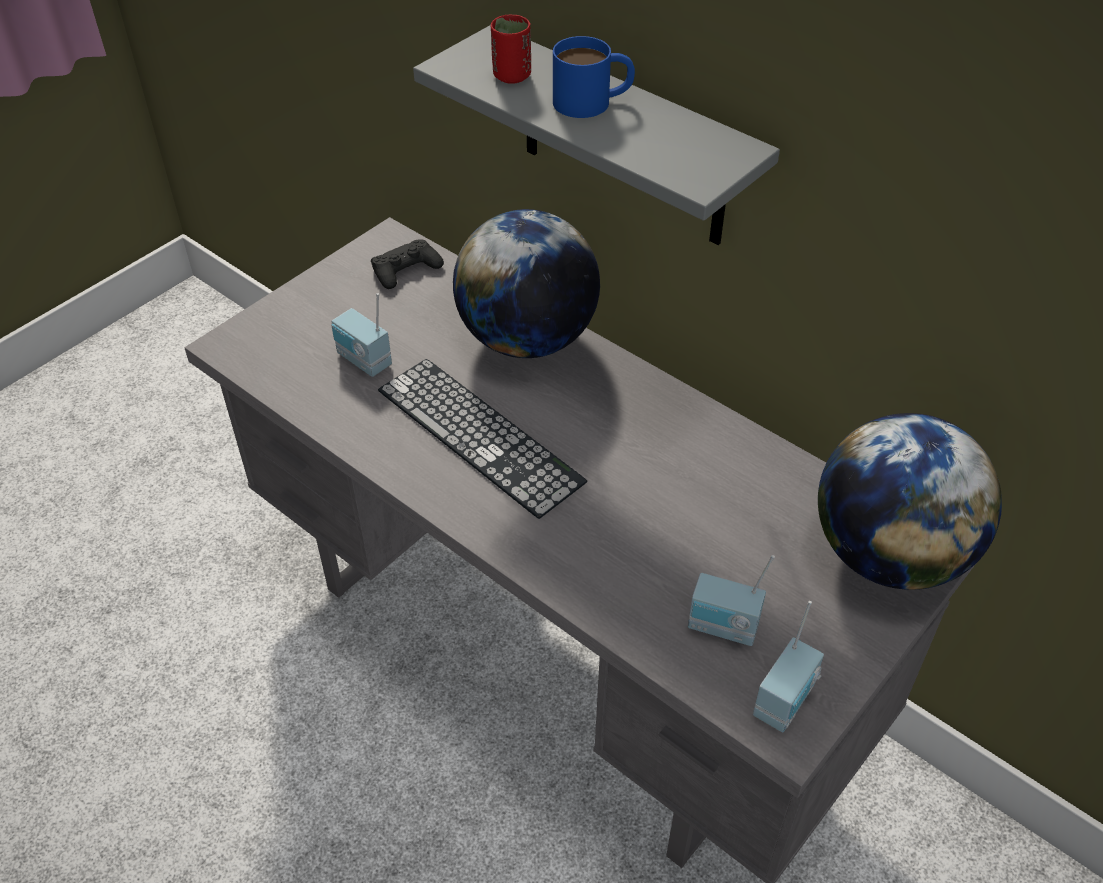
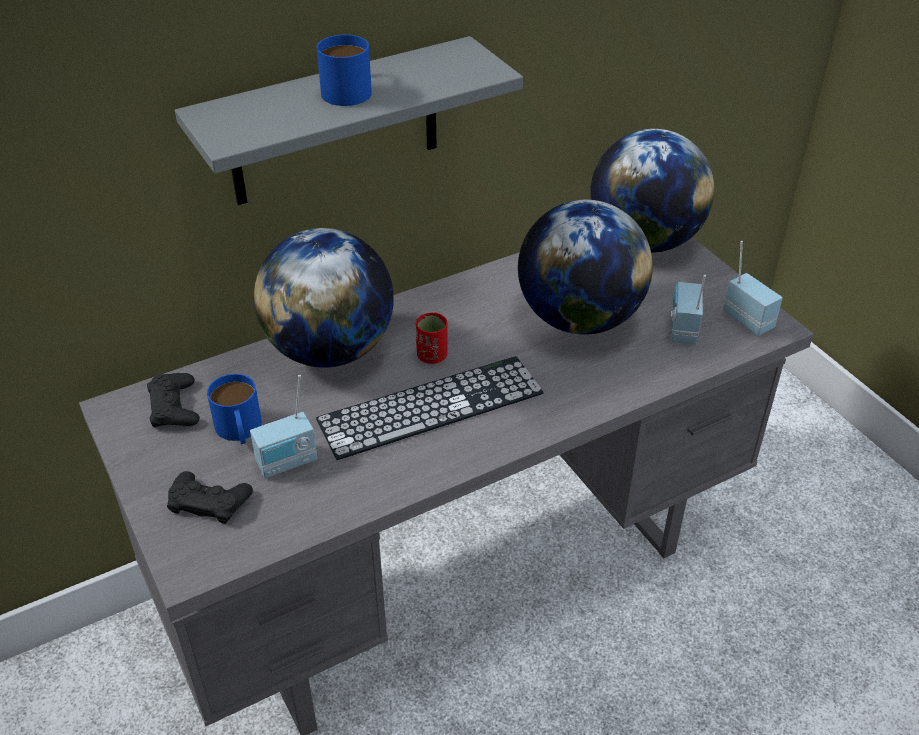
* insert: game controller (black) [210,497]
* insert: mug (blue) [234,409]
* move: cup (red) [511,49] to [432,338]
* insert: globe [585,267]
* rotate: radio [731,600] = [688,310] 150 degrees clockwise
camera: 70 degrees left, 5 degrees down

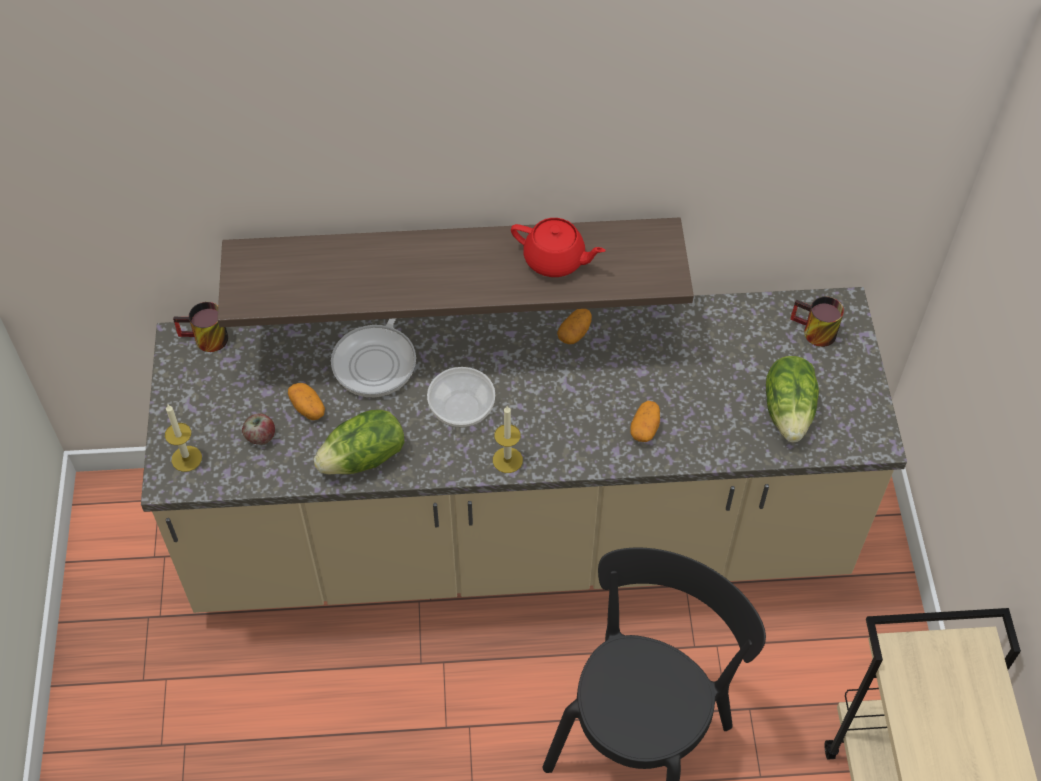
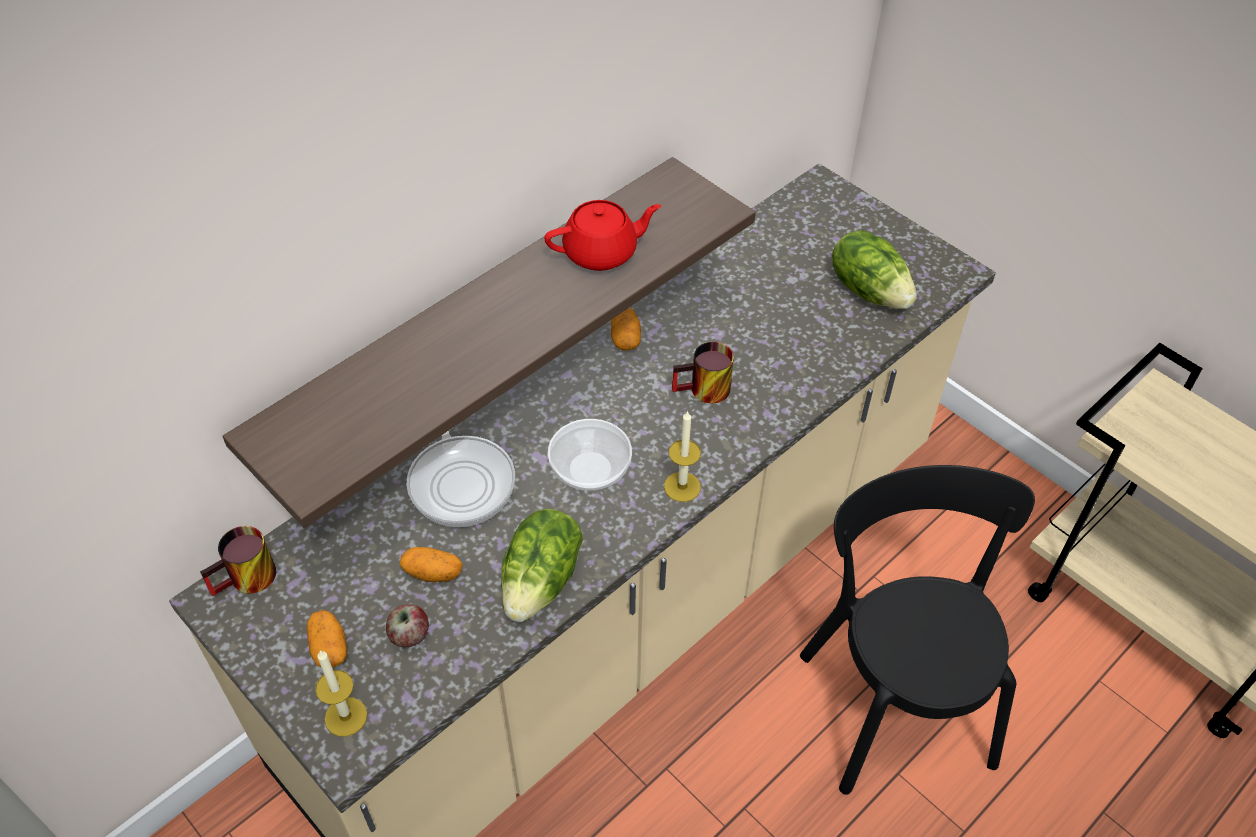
* move: potato [645,421] to [327,639]
* move: mug [817,322] to [703,372]
camera: 40 degrees left, 5 degrees down

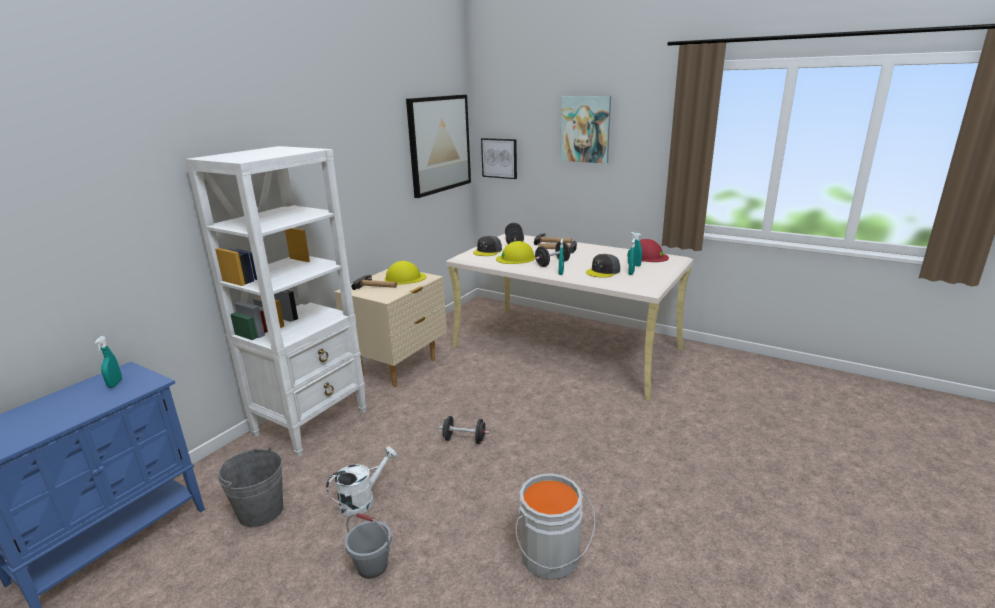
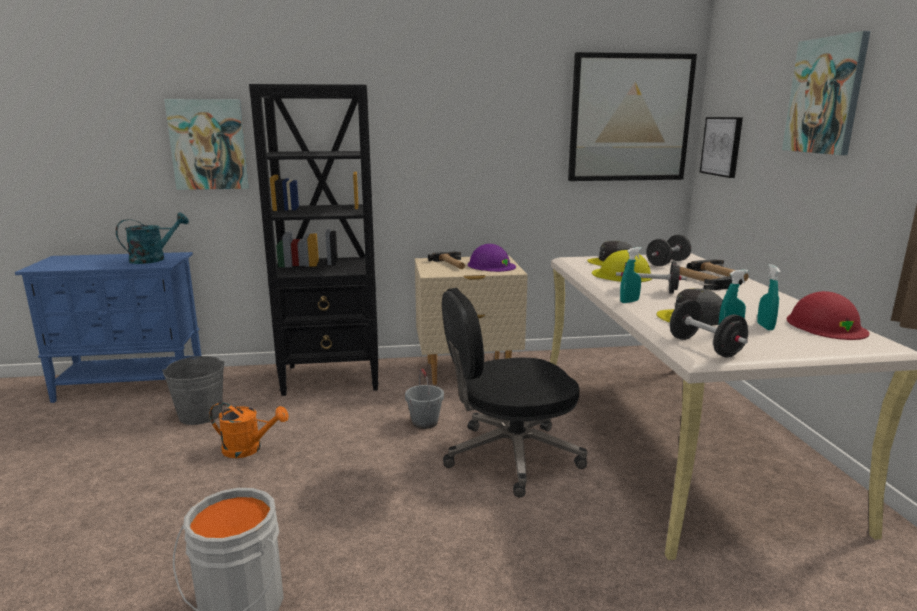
* replace: spray bottle (turquoise) [108,362] to watering can (turquoise) [152,238]
* insert: picture [206,144]
* recolor: watering can (white) [361,481] to watering can (orange) [249,430]
* recolor: bookcase (white) [275,301] to bookcase (black) [314,240]
* move: bucket (grey) [368,546] to [424,398]
* insert: office chair (black) [514,392]
* recolor: hard hat (yellow) [405,272] to hard hat (purple) [492,258]
* move: dumbbell (black) [464,430] to [709,329]
camera: 50 degrees right, 5 degrees down

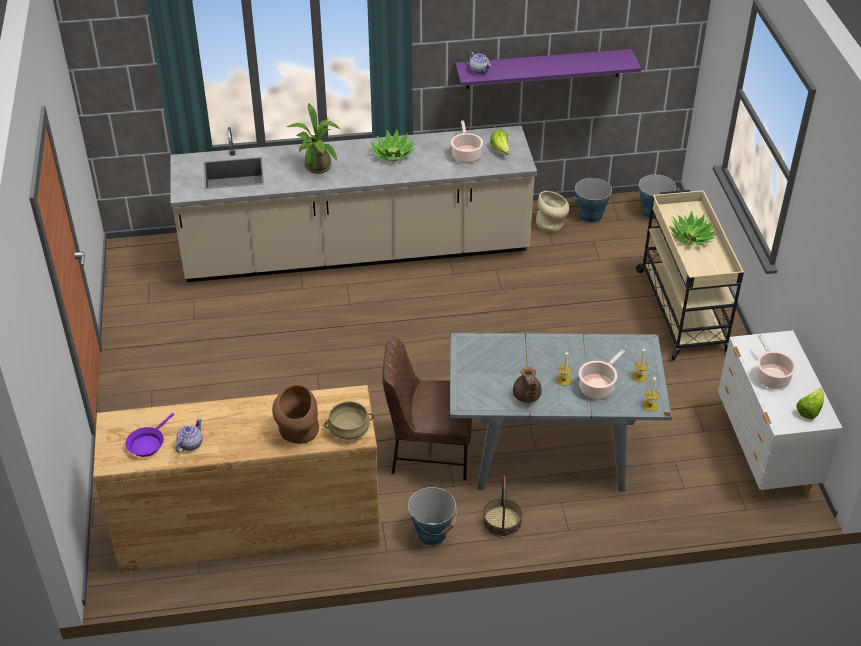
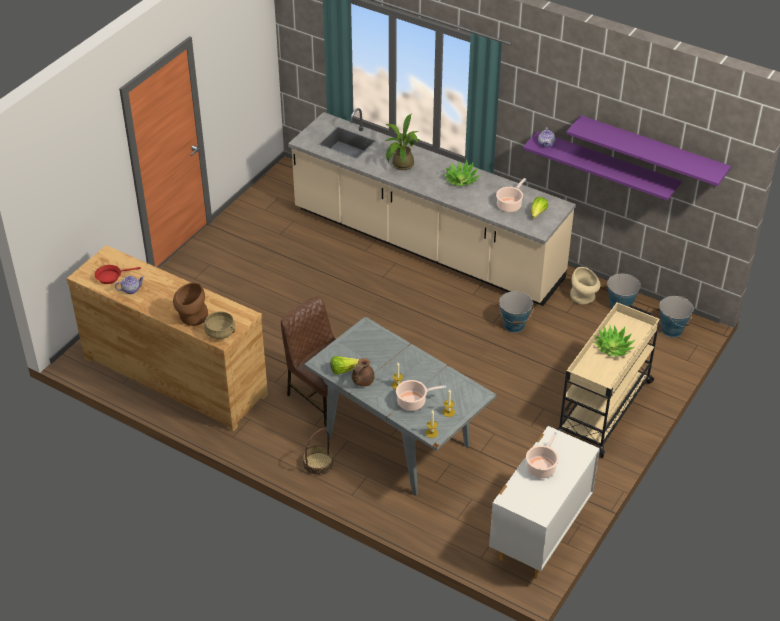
* recolor: frying pan (purple) [150,435] to frying pan (red) [117,274]
* move: lettuce [810,403] to [344,365]
* move: bucket [432,516] to [516,312]
* insert: shelf (purple) [648,150]
camera: 40 degrees right, 0 degrees up

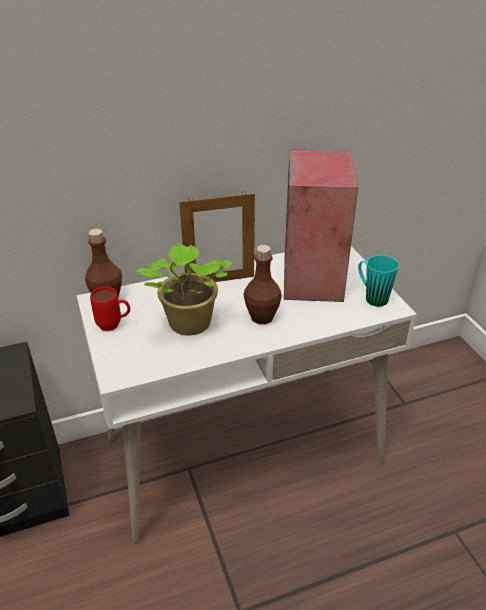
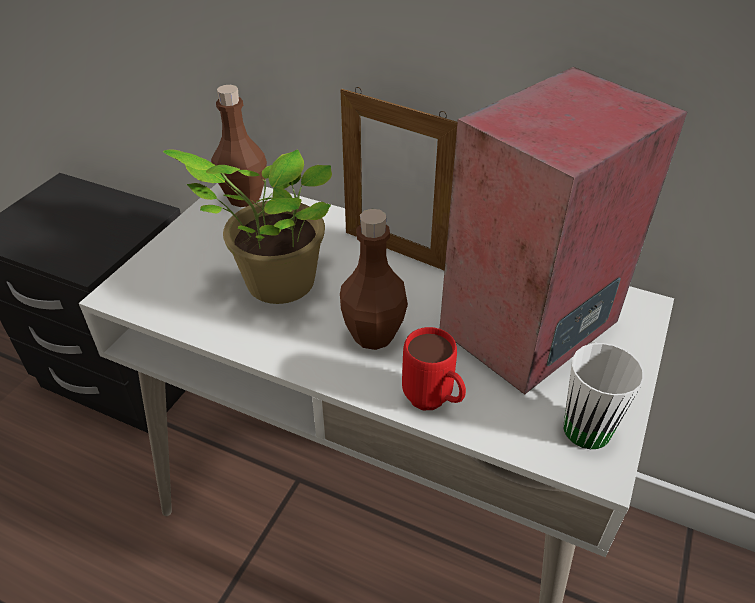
* move: mug (red) [110,309] to [434,368]
* recolor: mug (turquoise) [378,281] to mug (white) [603,395]
camera: 45 degrees right, 5 degrees up

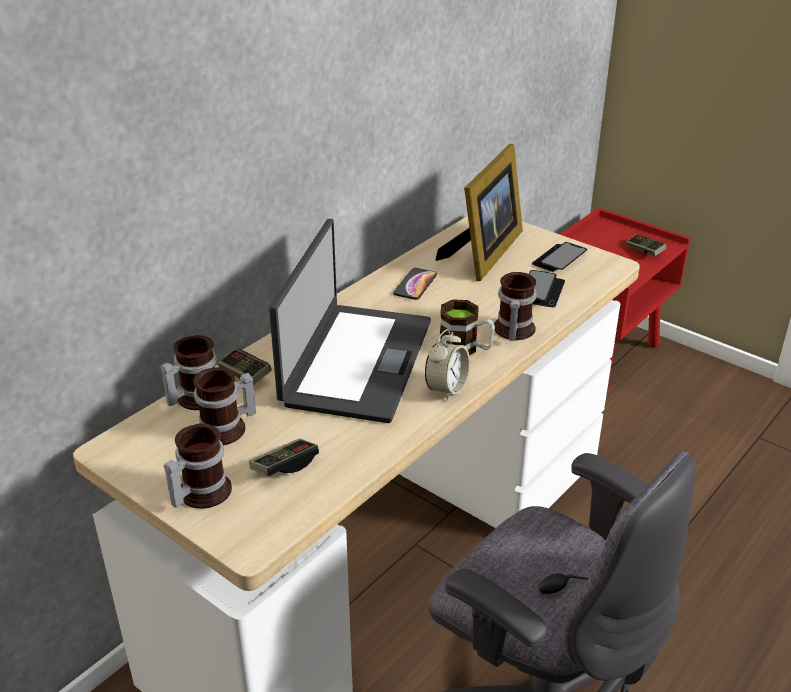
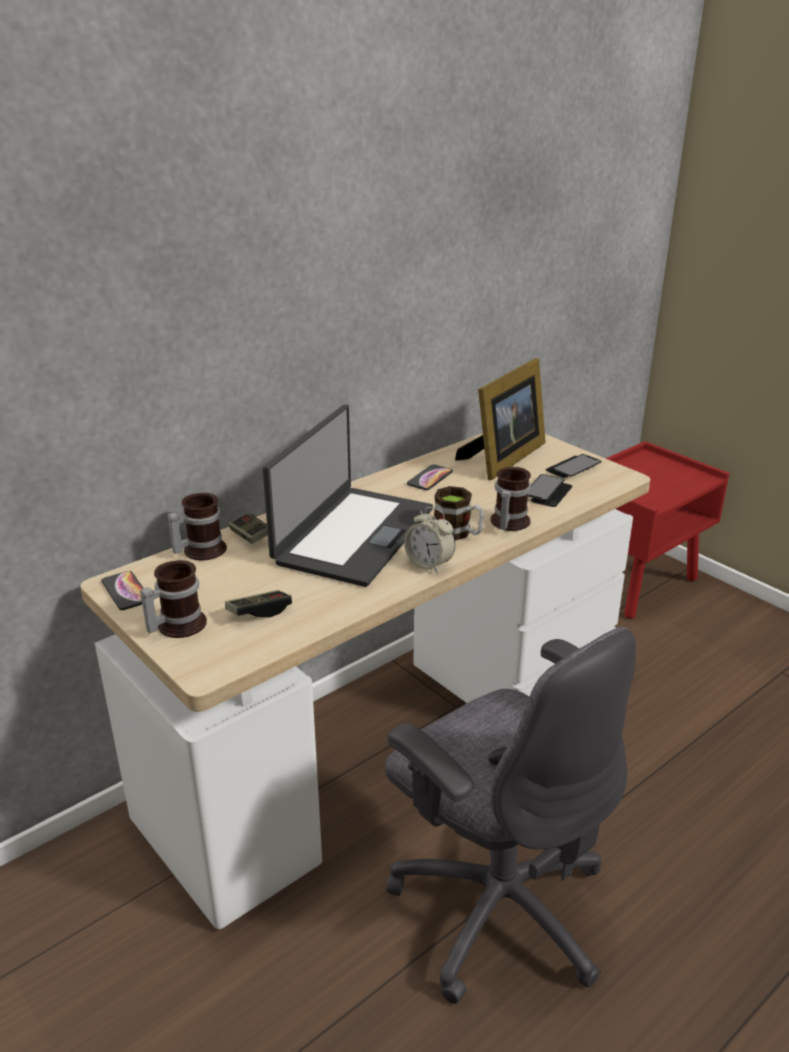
* insert: phone [122,590]
* rotate: alarm clock [447,365] = [429,540] 90 degrees clockwise
* delete: mug [224,406]
* delete: game controller [646,245]
camera: 10 degrees right, 5 degrees down

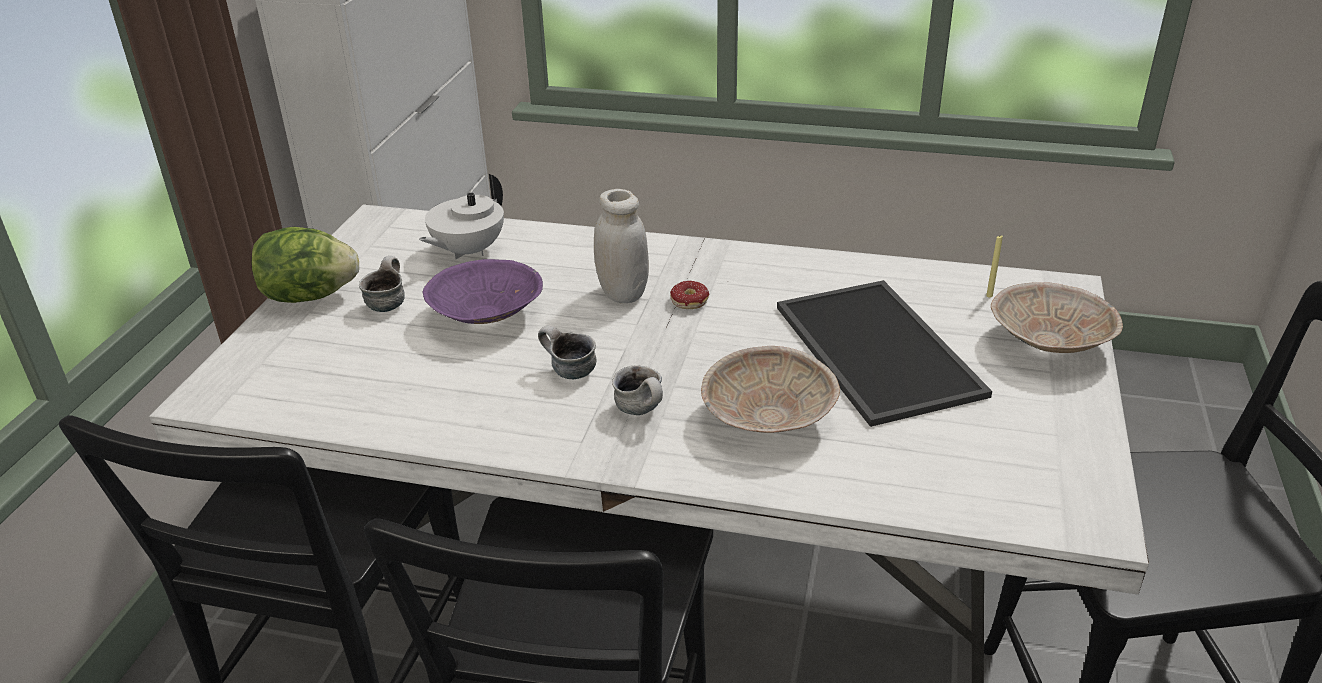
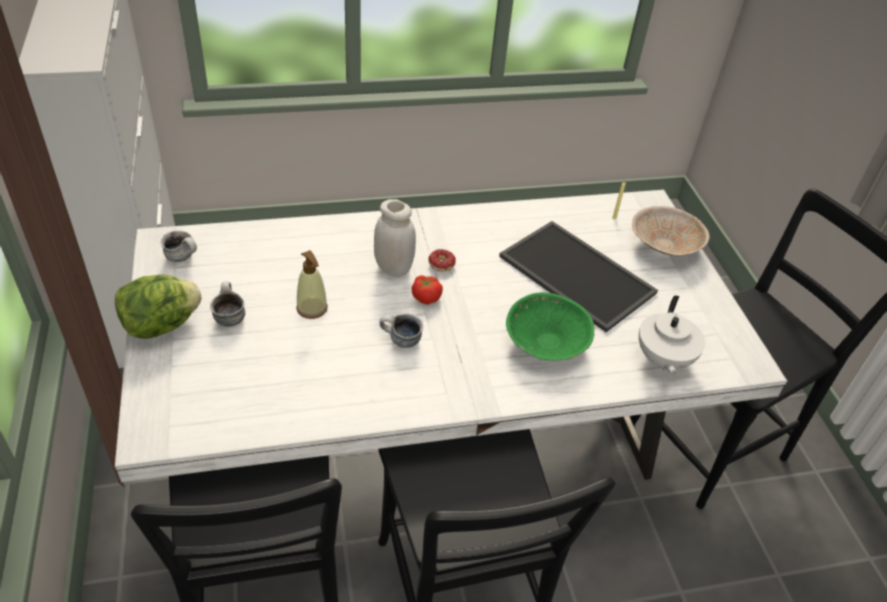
* move: mug [637,390] to [179,246]
* replace: bowl (purple) [483,291] to soap dispenser [312,284]
* insert: tomato [427,290]
* recolor: bowl (beige) [770,389] to bowl (green) [550,326]
* move: teapot (white) [461,217] to [672,335]
camera: 30 degrees left, 10 degrees up

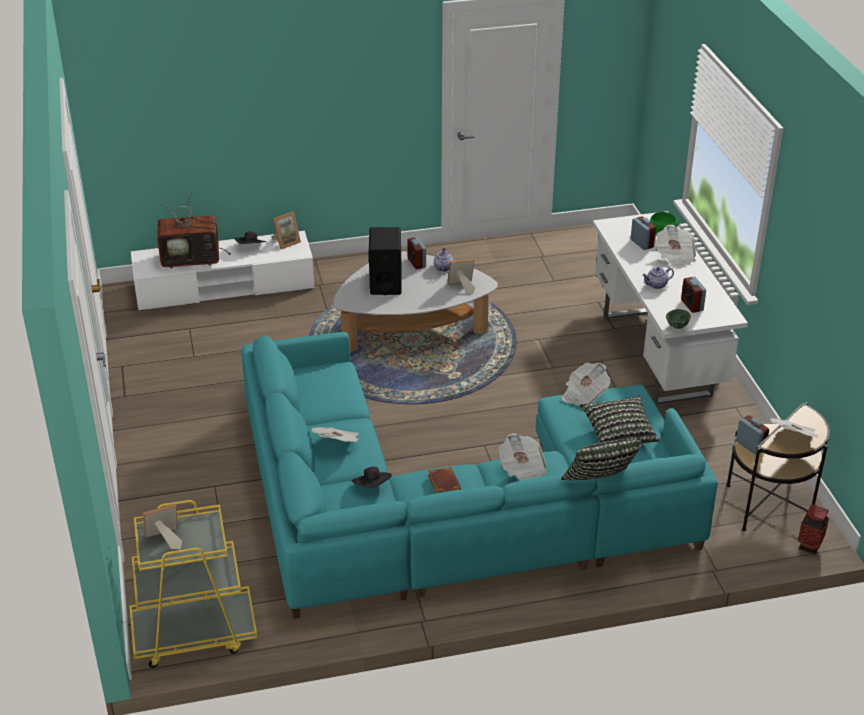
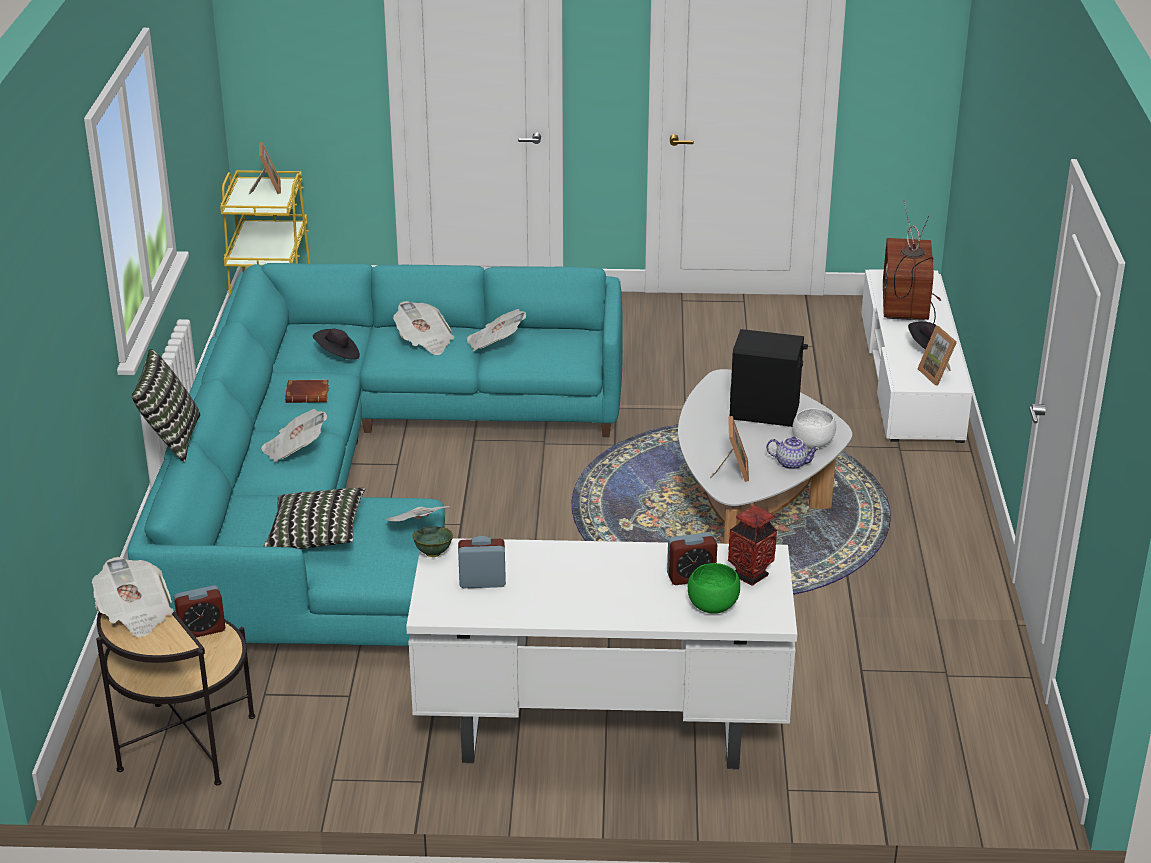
* move: newspaper [676,247] to [496,330]
* move: vase [813,529] to [752,545]
* replace: alarm clock [416,253] to bowl (white) [814,428]
* delete: teapot [658,278]
camera: 105 degrees right, 5 degrees down

